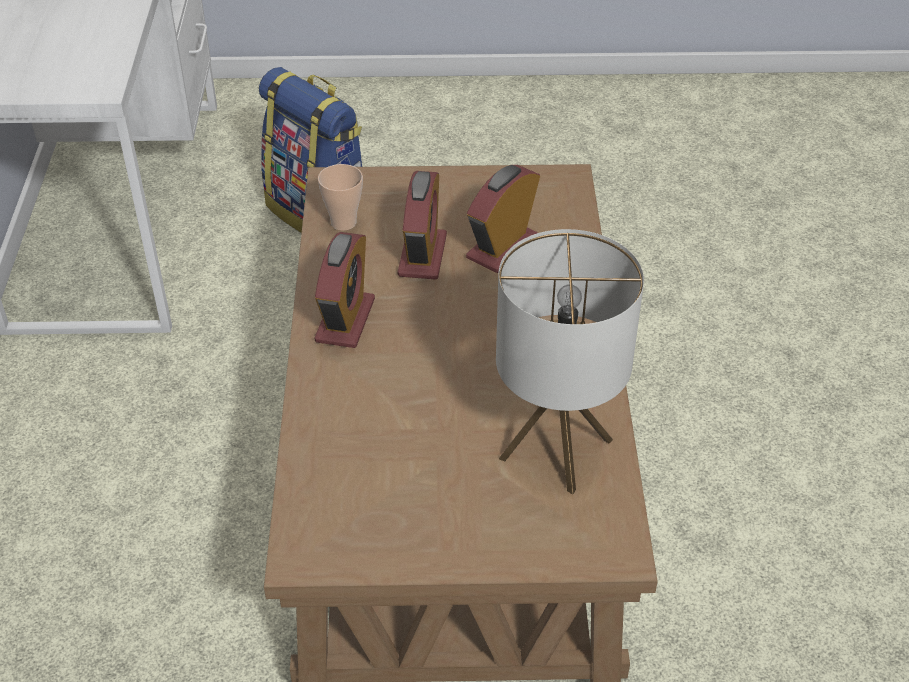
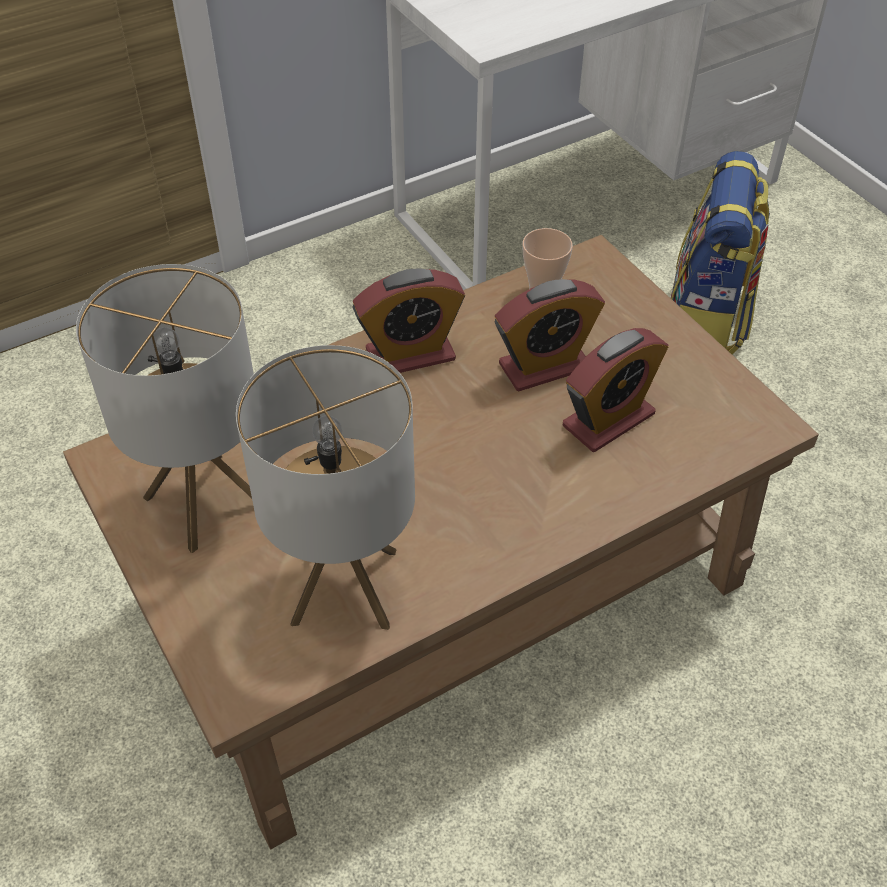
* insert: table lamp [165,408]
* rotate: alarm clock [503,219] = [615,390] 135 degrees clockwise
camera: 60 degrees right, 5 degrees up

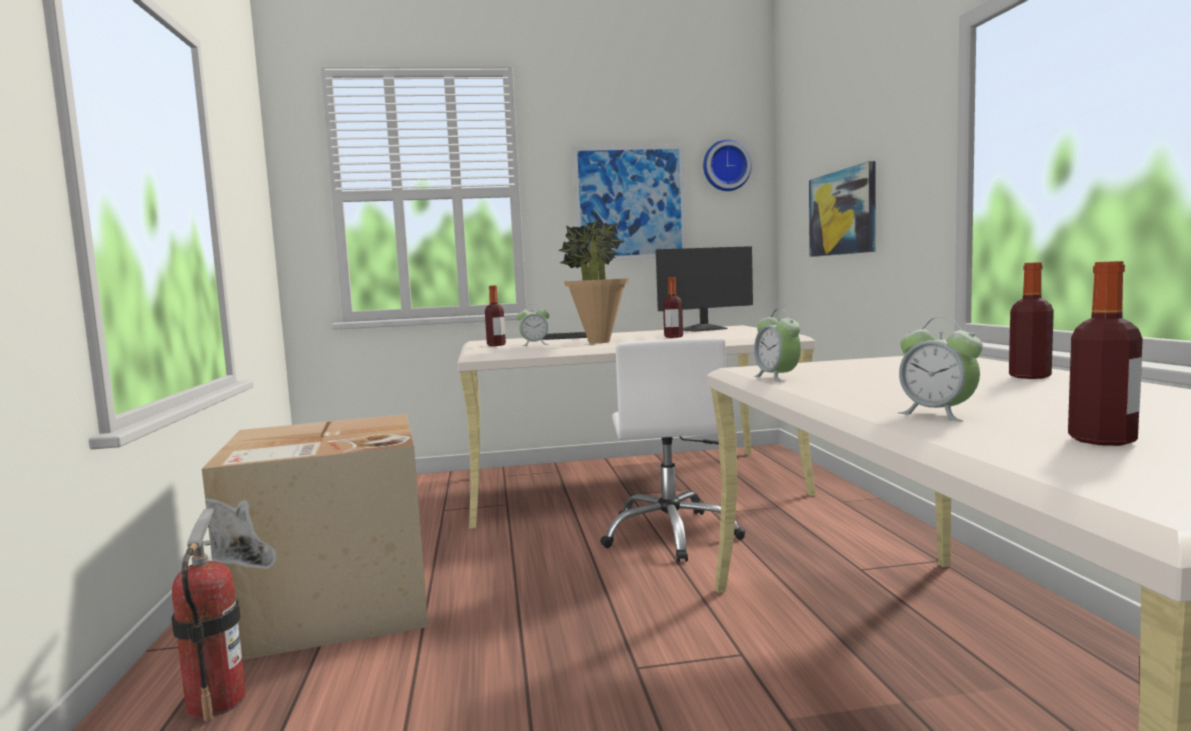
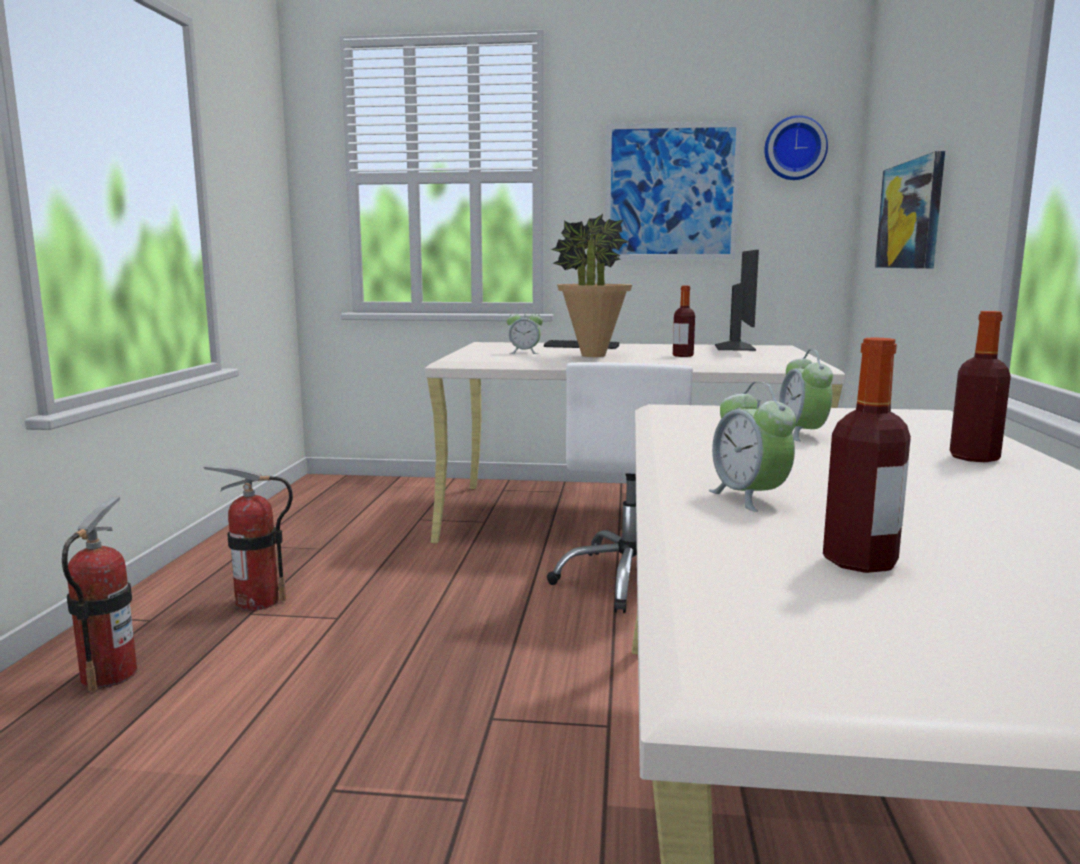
* replace: cardboard box [315,537] to fire extinguisher [248,538]
* rotate: monitor [704,289] = [737,300] 75 degrees counterclockwise
* move: alarm clock [777,345] to [806,395]
* delete: bottle [495,315]
camera: 15 degrees right, 5 degrees up

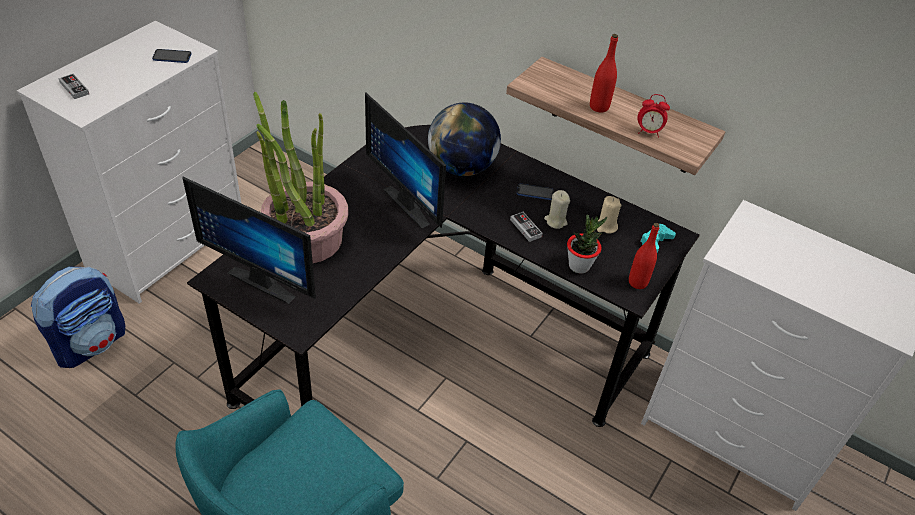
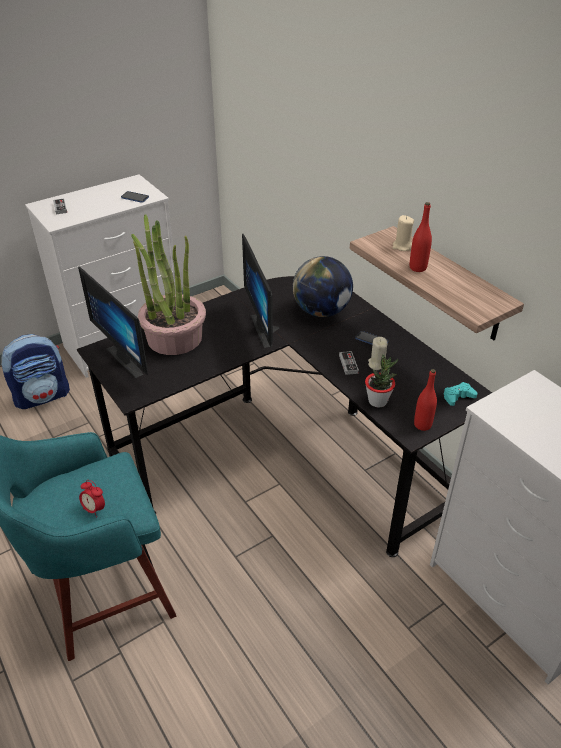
* move: alarm clock [654,116] to [92,499]
* move: candle (beige) [609,215] to [403,233]
camera: 25 degrees right, 5 degrees down

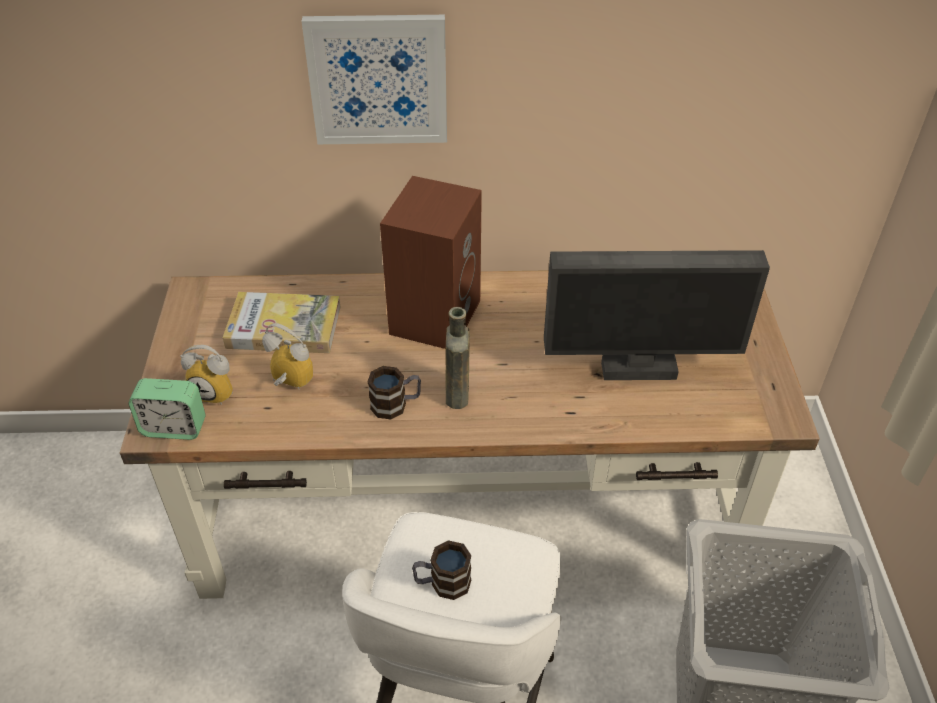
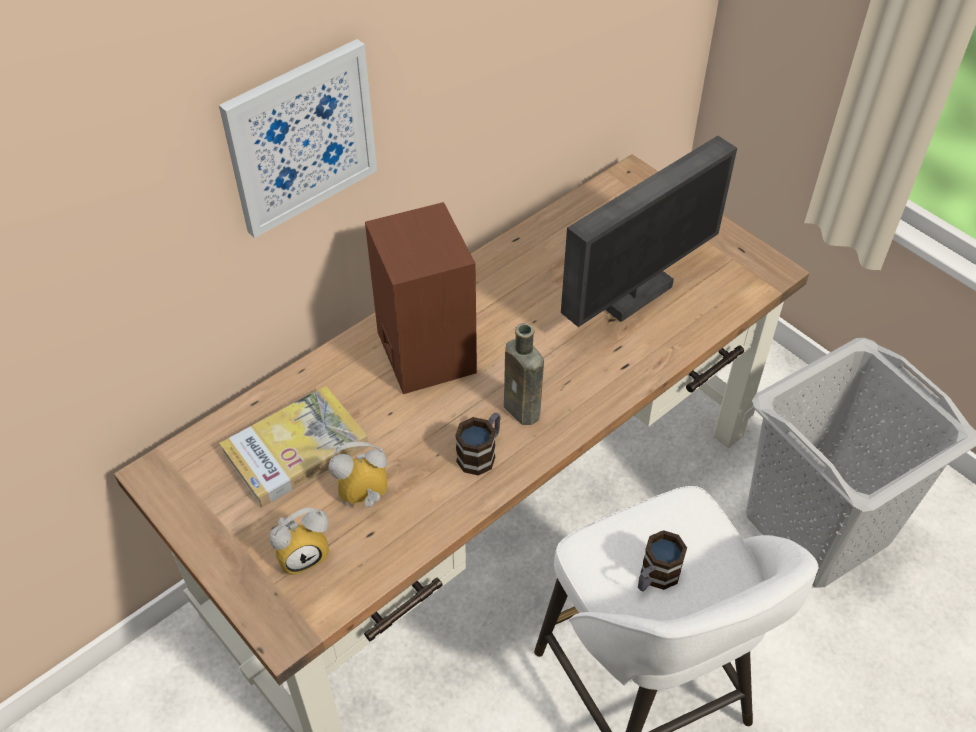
* delete: alarm clock [167,409]
camera: 40 degrees left, 5 degrees up

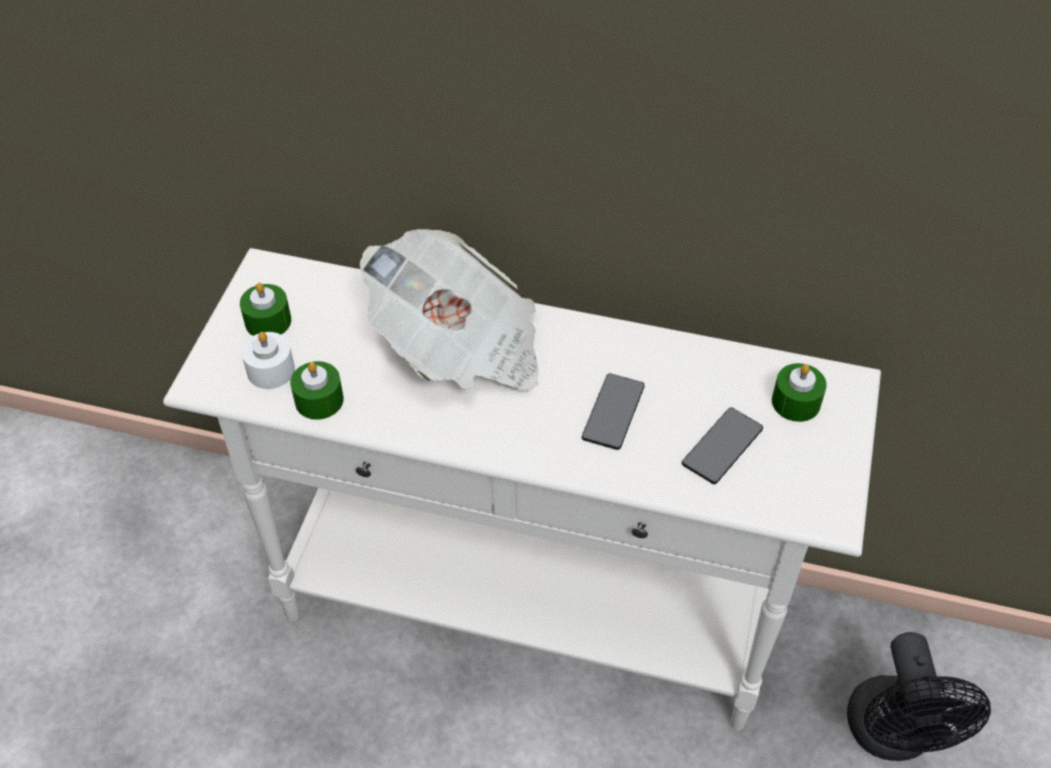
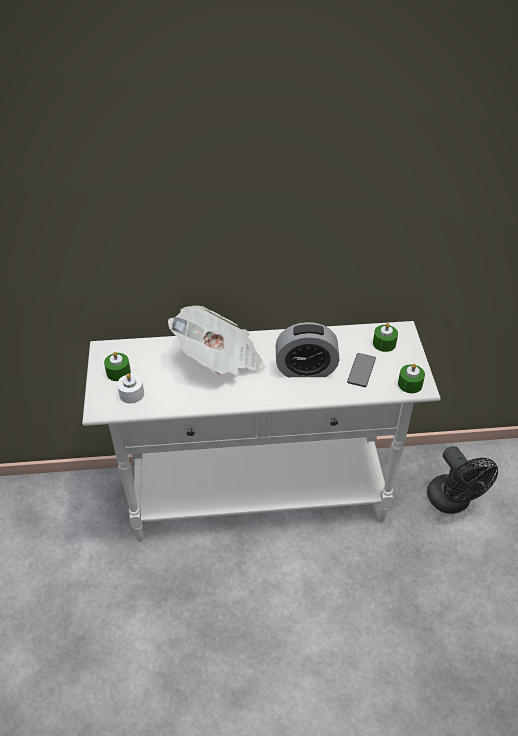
* replace: phone [613,411] to alarm clock [307,349]
* move: candle (green) [317,390] to [411,378]
camera: 20 degrees left, 5 degrees down

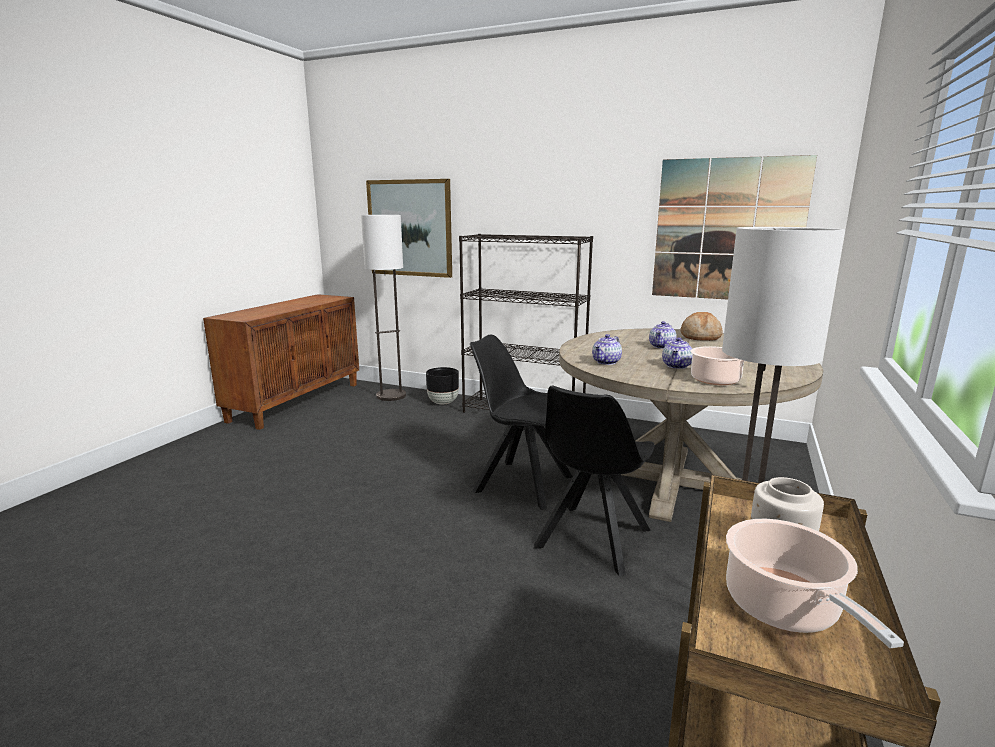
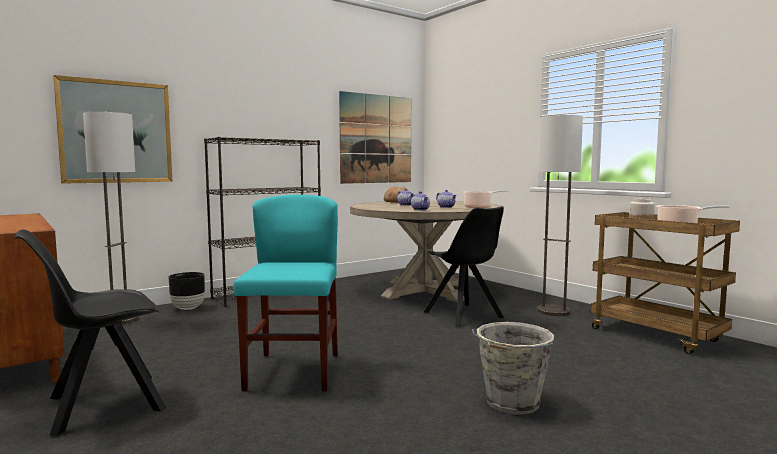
* move: chair (black) [521,422] to [90,332]
* insert: chair (turquoise) [285,293]
* insert: bucket (grey) [513,368]
camera: 60 degrees left, 10 degrees down

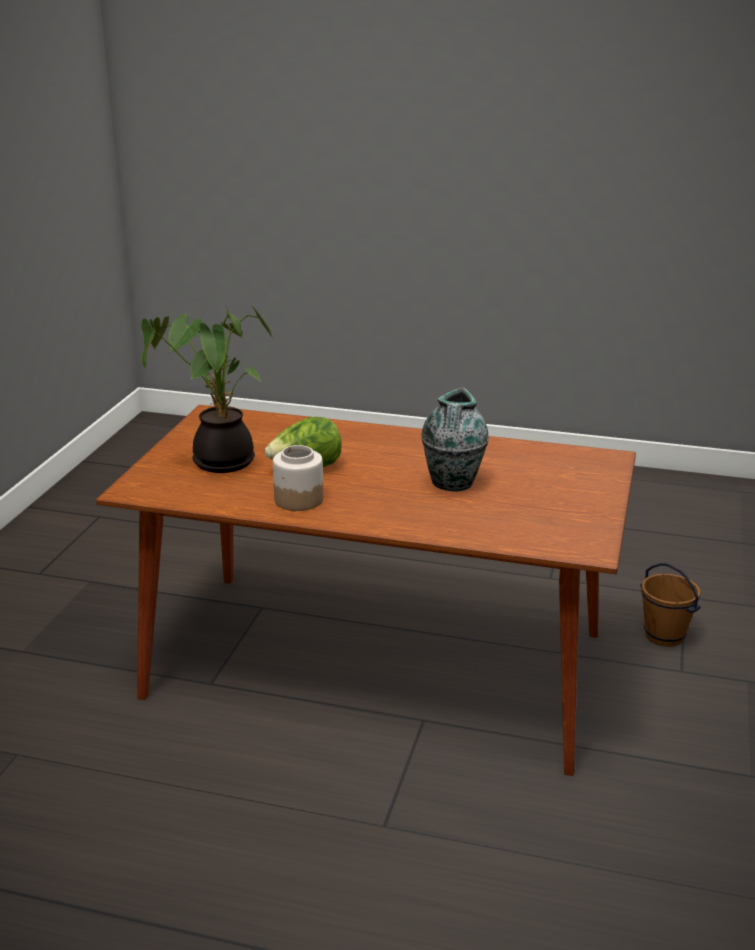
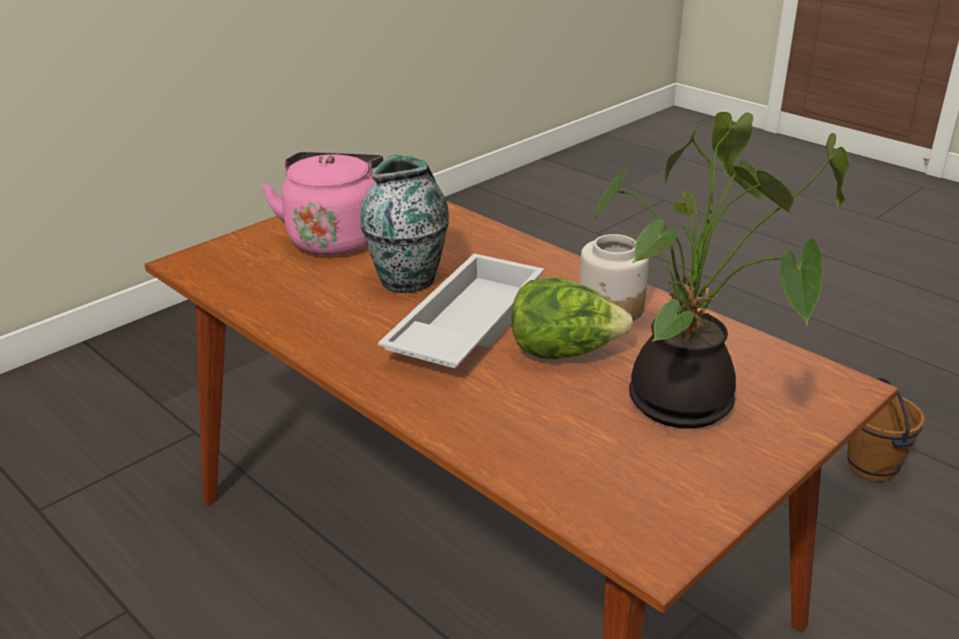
* insert: kettle (pink) [322,203]
* insert: tray (white) [461,311]
* move: bucket (brown) [670,605] to [886,430]
camera: 150 degrees left, 5 degrees up

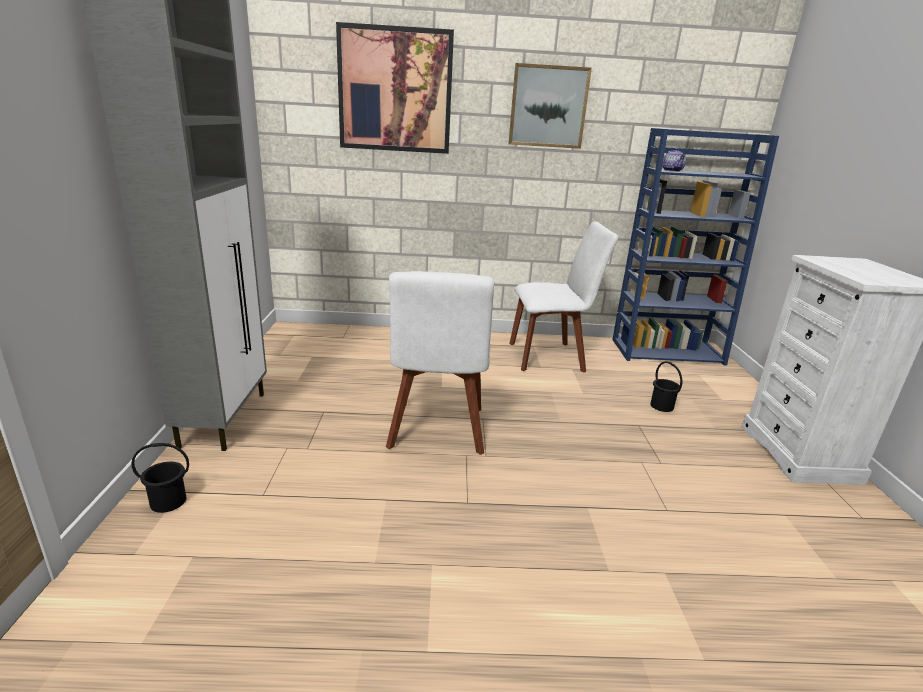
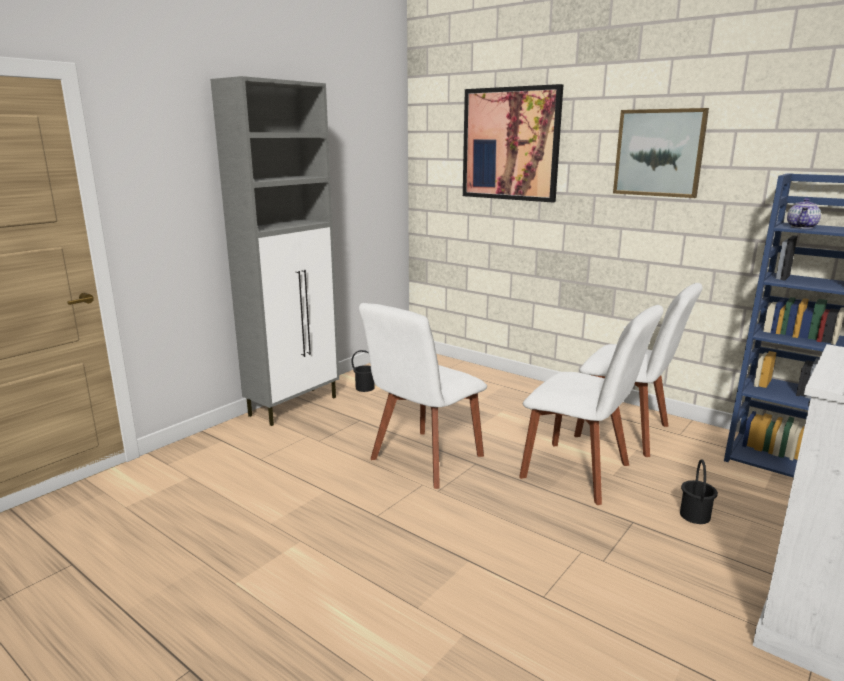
* move: bucket (black) [160,478] to [363,371]
* insert: chair (white) [591,405]
camera: 40 degrees right, 5 degrees down

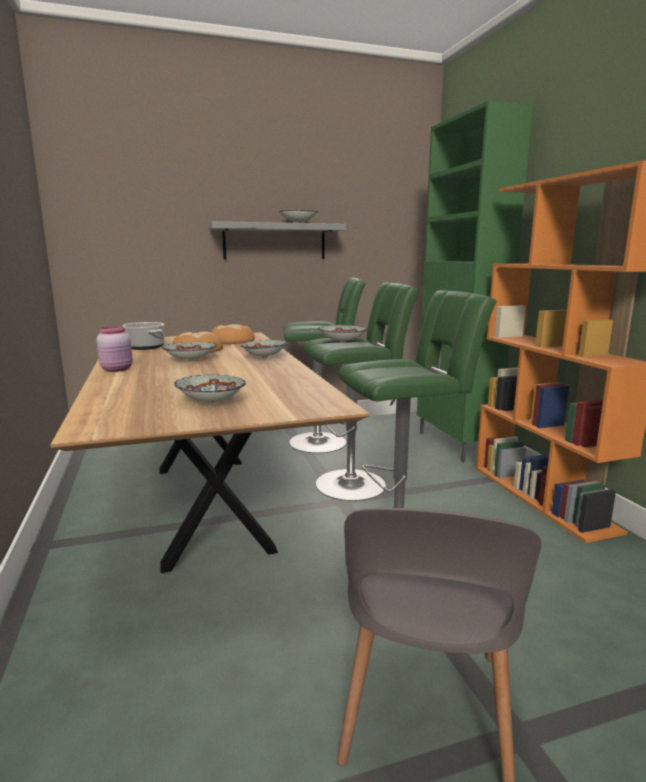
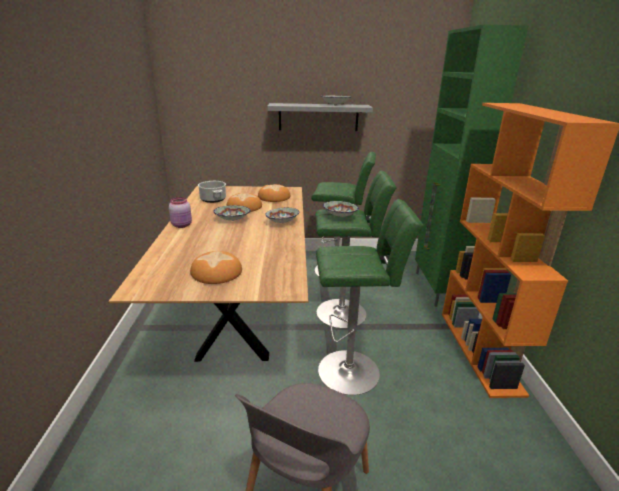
* replace: bowl [210,389] to bread [216,267]
camera: 15 degrees right, 10 degrees up

